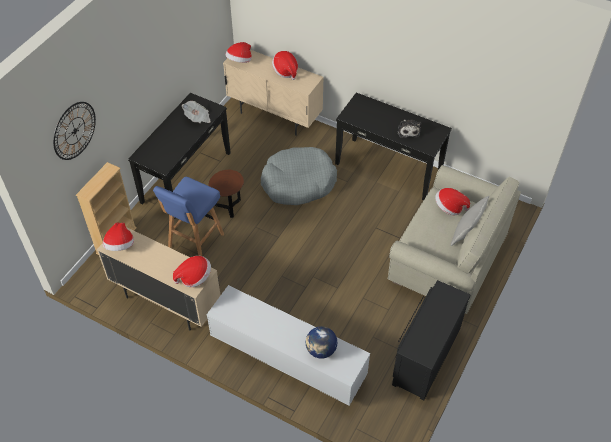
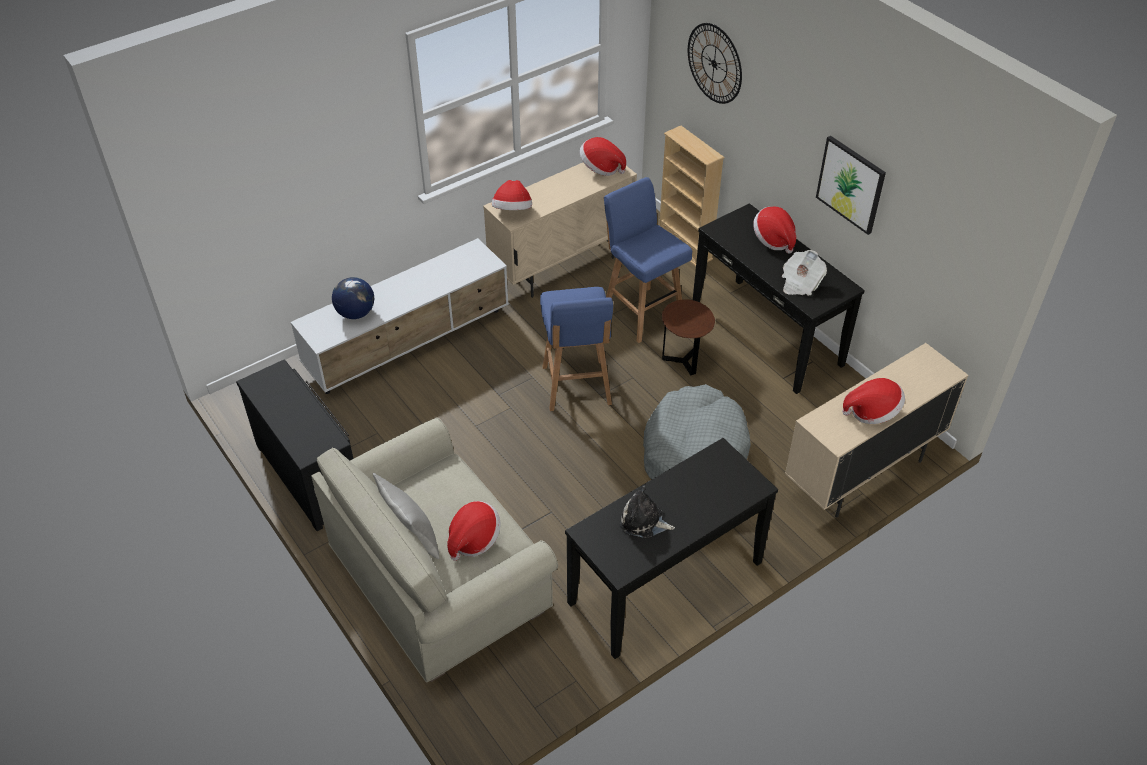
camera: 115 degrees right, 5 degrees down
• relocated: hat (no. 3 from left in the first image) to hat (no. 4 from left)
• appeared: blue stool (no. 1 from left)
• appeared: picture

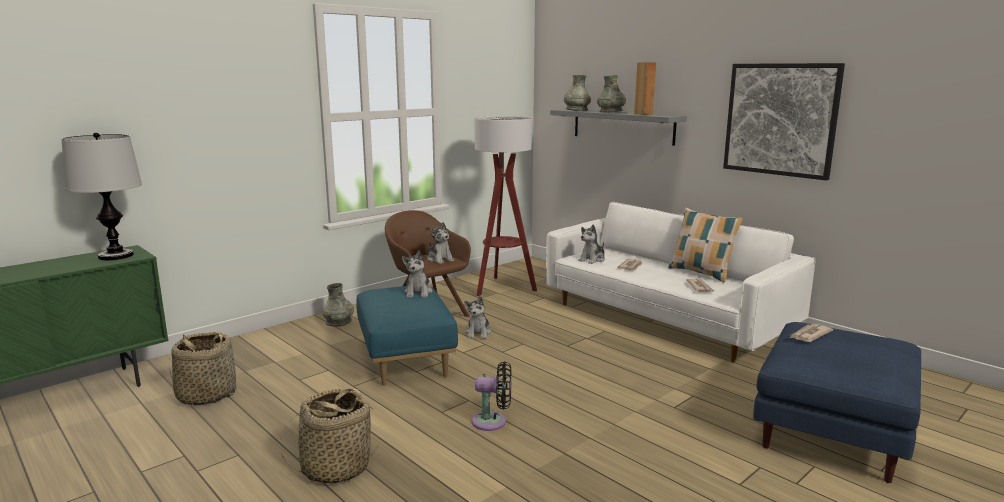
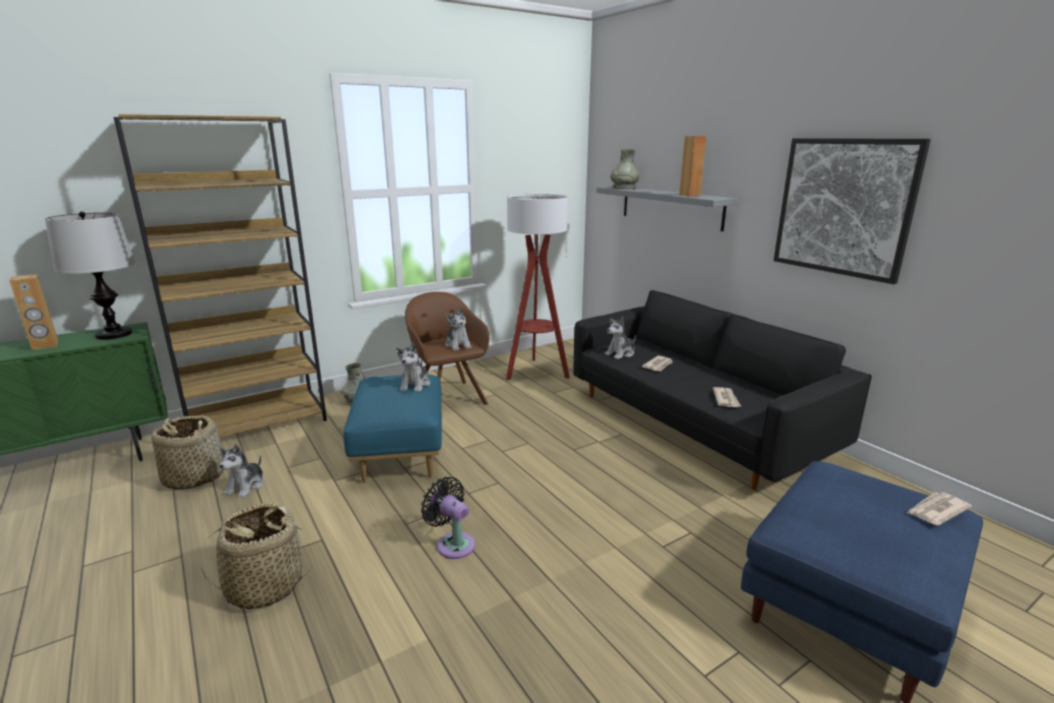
camera: 10 degrees right, 5 degrees up
• relocated: plush toy (no. 3 from left in the first image) to plush toy (no. 1 from left)
• spun: black fan 150 degrees counterclockwise
• colour: white sofa to black sofa
• missing: grey vase (no. 3 from left)
• missing: pillow
• relocated: newspaper (no. 3 from left)
• appeared: brown speaker (no. 1 from left)
• appeared: brown bookcase

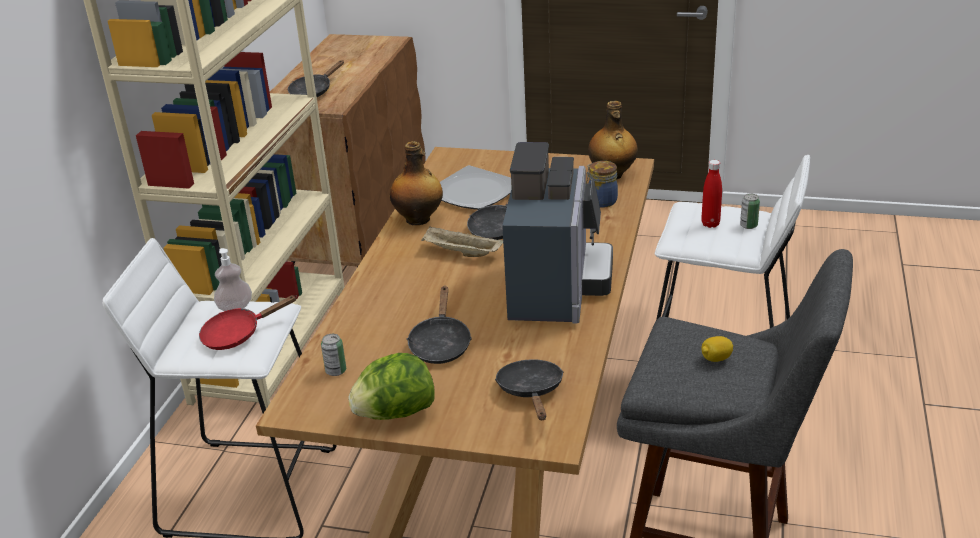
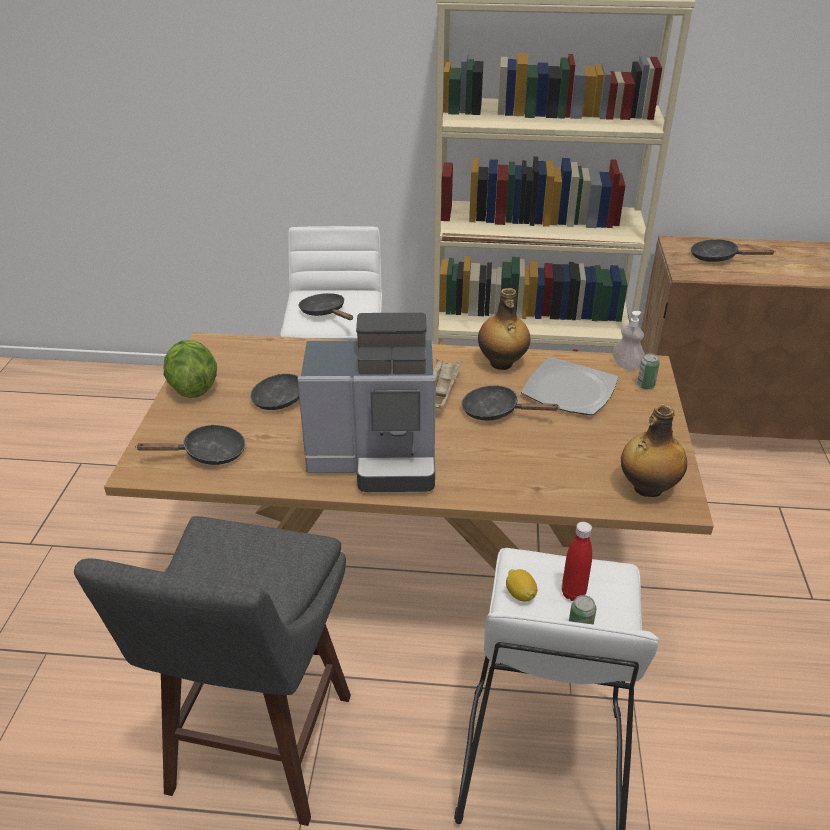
camera: 80 degrees right, 5 degrees up
• colour: red frying pan to black frying pan (no. 3 from left)
• relocated: soap dispenser
• relocated: can (no. 1 from left in the first image) to can (no. 2 from left)
• missing: jar
• relocated: lemon

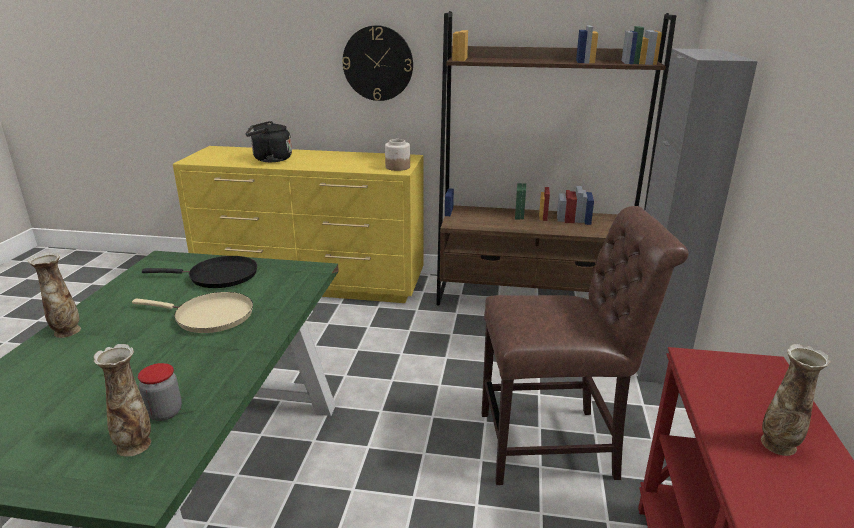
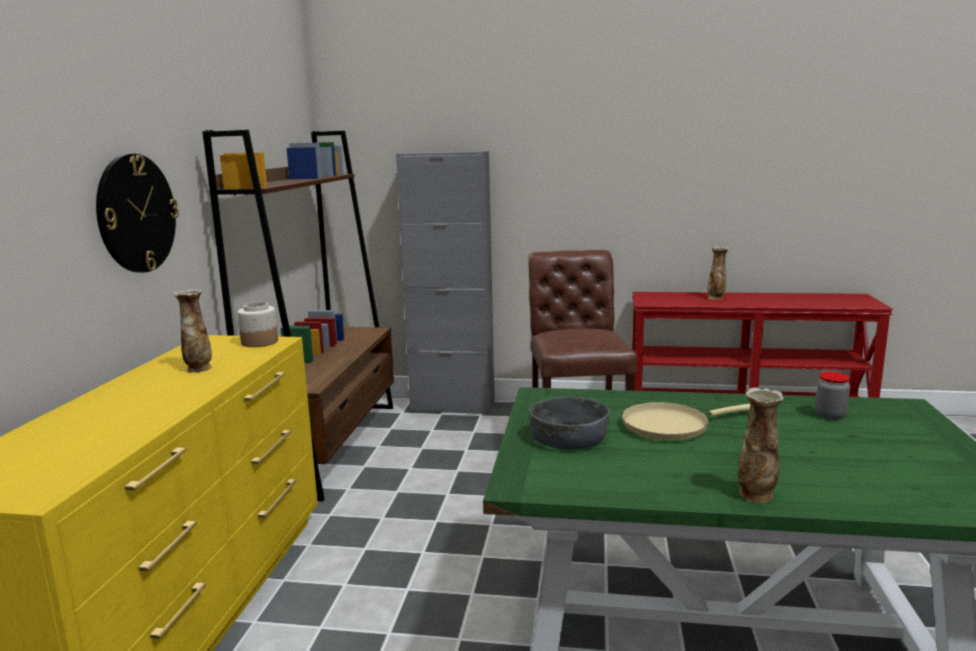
camera: 90 degrees left, 10 degrees down
• relocated: vase (no. 2 from left in the first image) to vase (no. 1 from left)
• spun: beige frying pan 120 degrees counterclockwise
• exchanged: black frying pan to grey bowl
• missing: black kettle

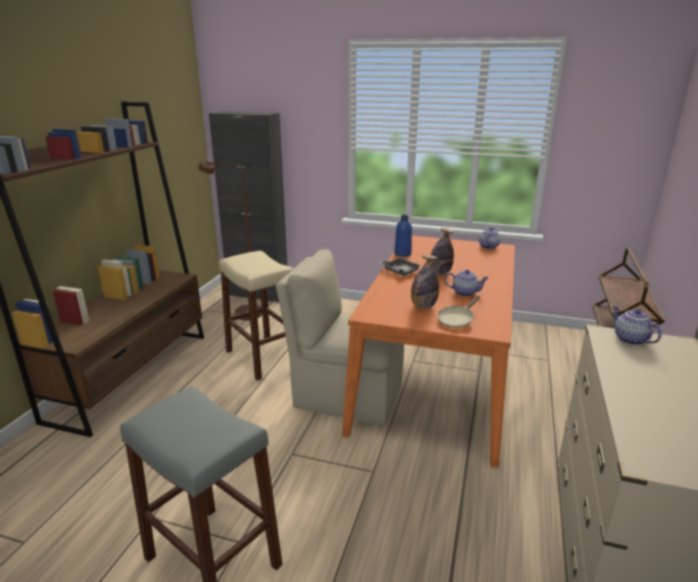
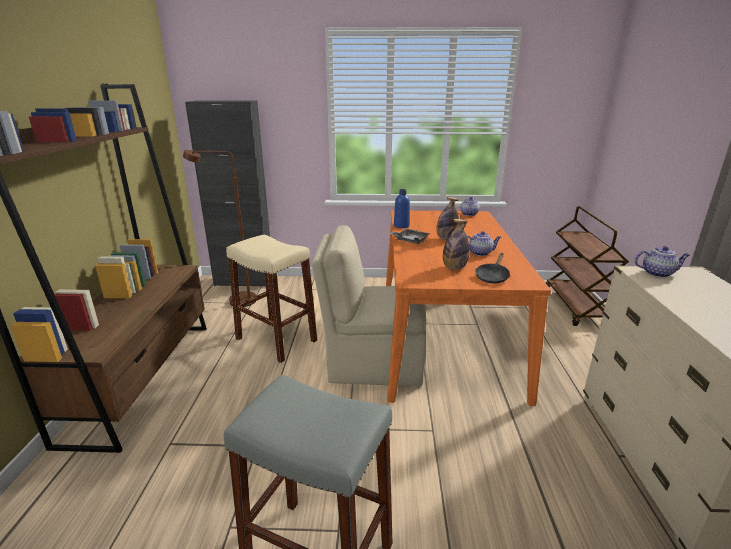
camera: 15 degrees left, 0 degrees up
• colour: beige frying pan to black frying pan
• spun: teapot (no. 3 from left) 135 degrees clockwise

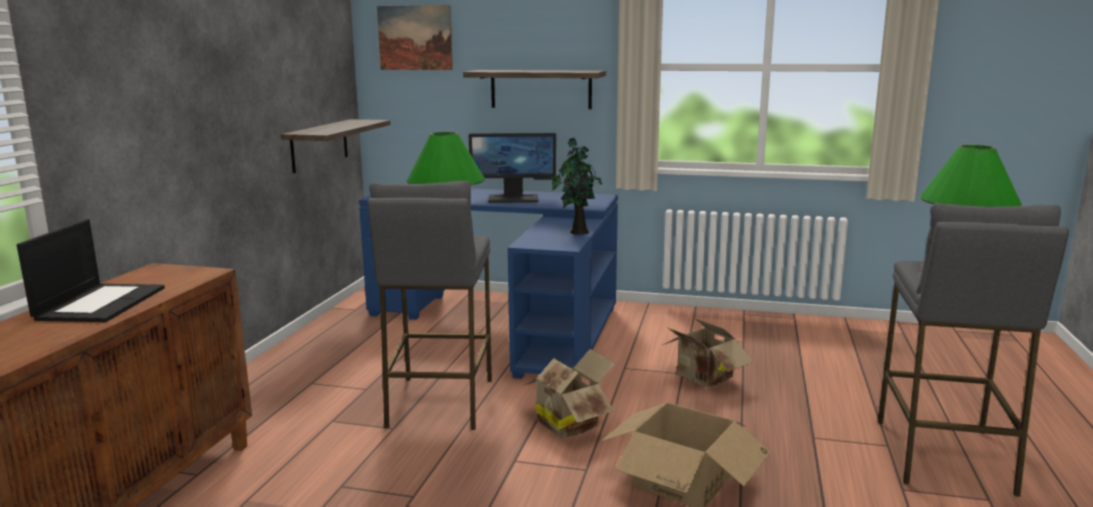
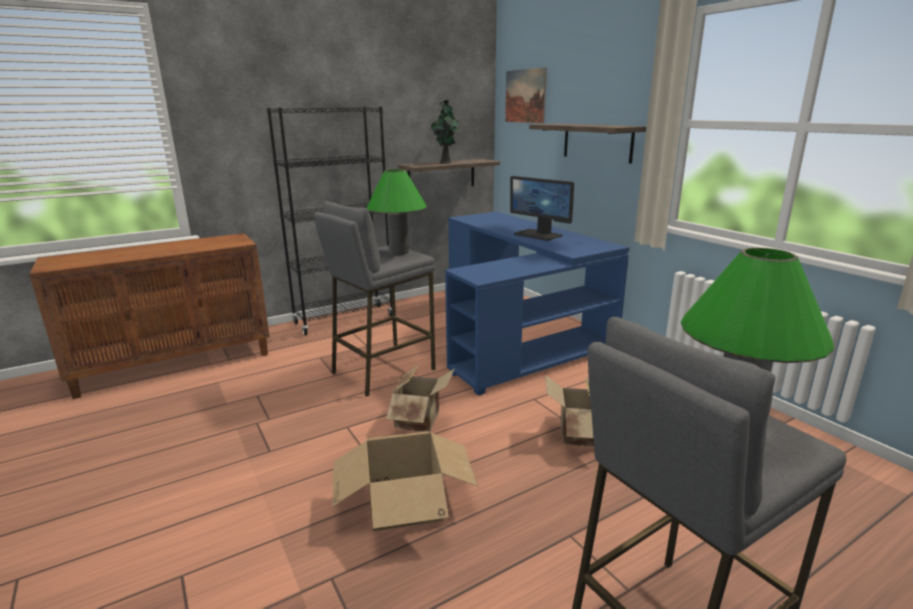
camera: 45 degrees right, 5 degrees up
• missing: laptop
• relocated: potted plant
• appeared: black bookcase

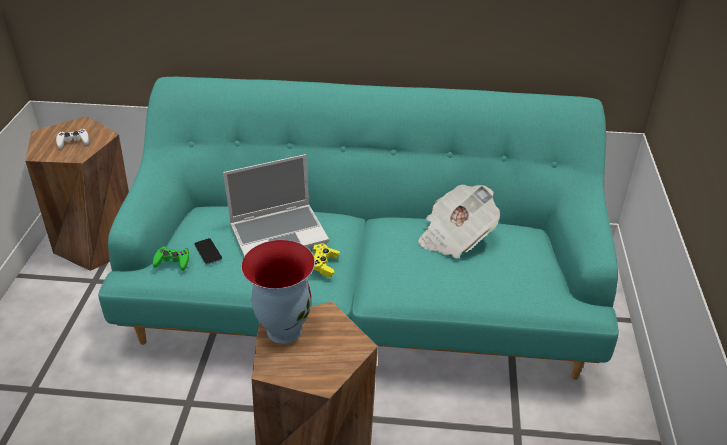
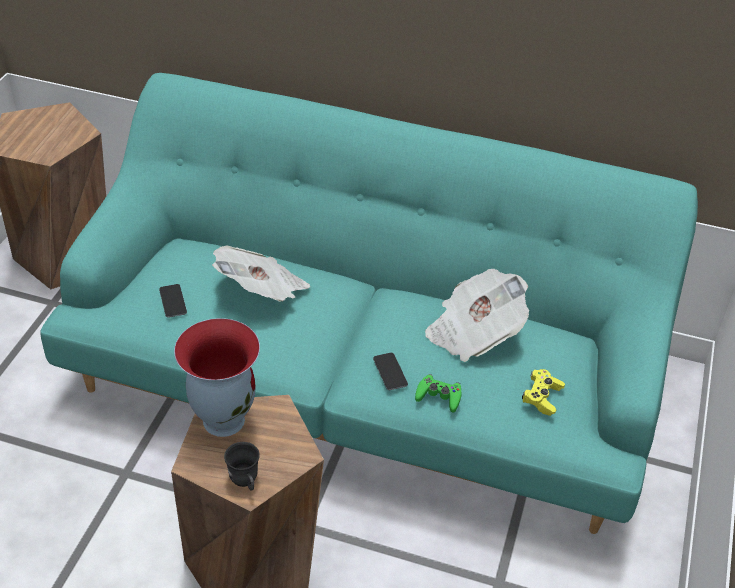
camera: 10 degrees right, 5 degrees up
• missing: white game controller
• relocated: green game controller
• exchanged: laptop to newspaper (no. 1 from left)
• relocated: yellow game controller
• appeared: grey mug
• appeared: phone (no. 2 from left)

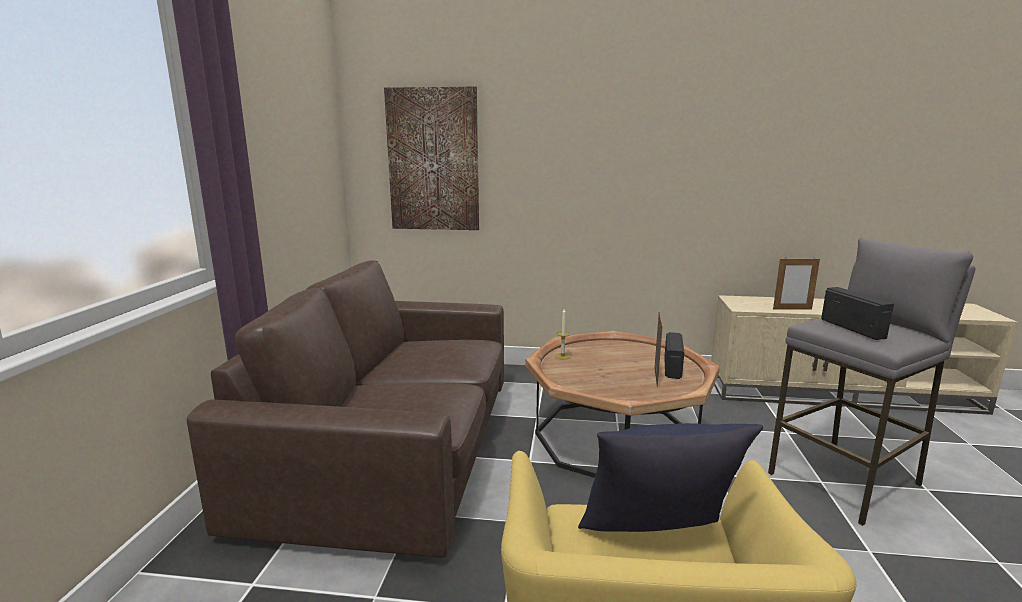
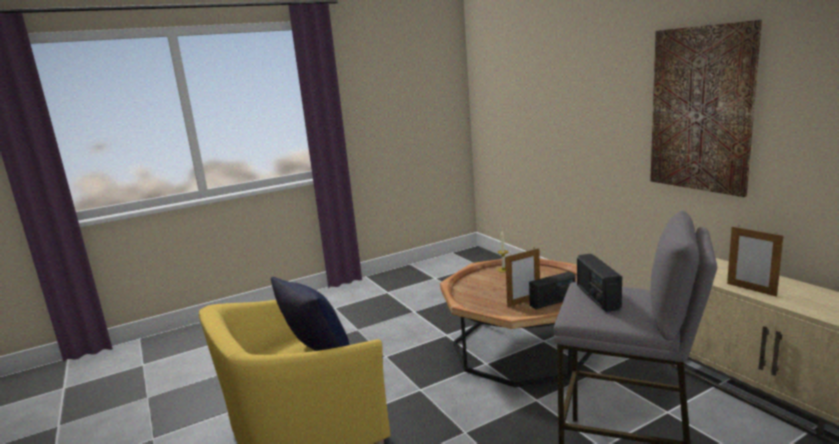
camera: 55 degrees right, 0 degrees up
• missing: brown sofa
• relocated: picture
• spun: radio (no. 2 from left) 135 degrees clockwise

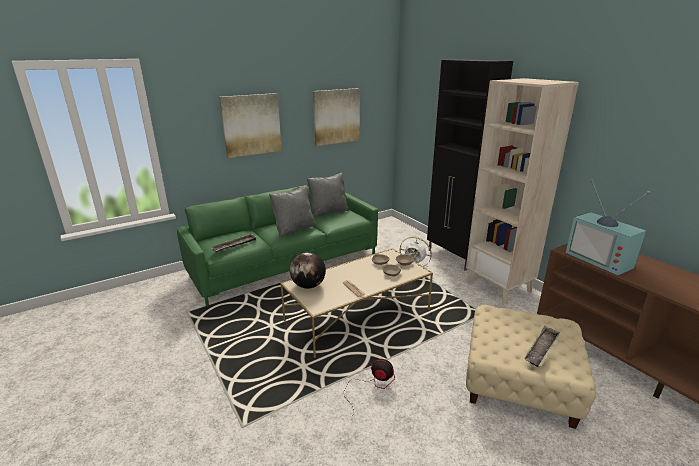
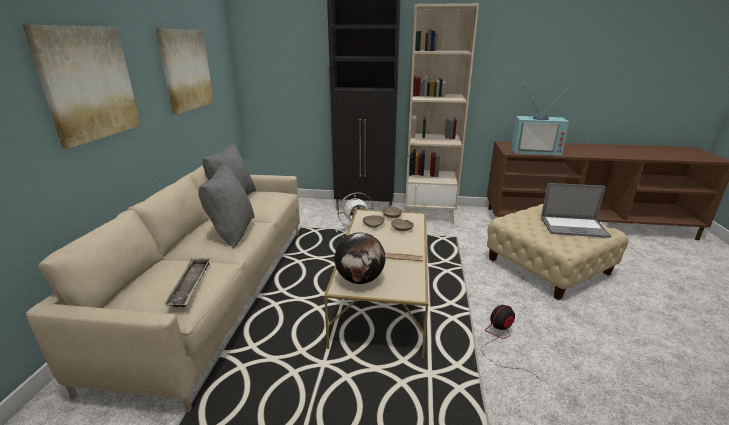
camera: 50 degrees left, 0 degrees up
• colour: green sofa to beige sofa
• exchanged: tray (no. 2 from left) to laptop

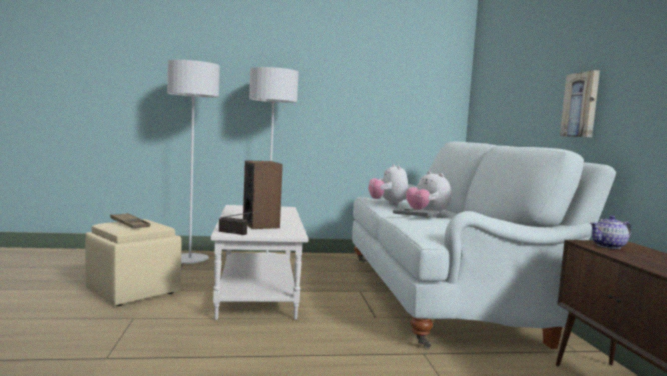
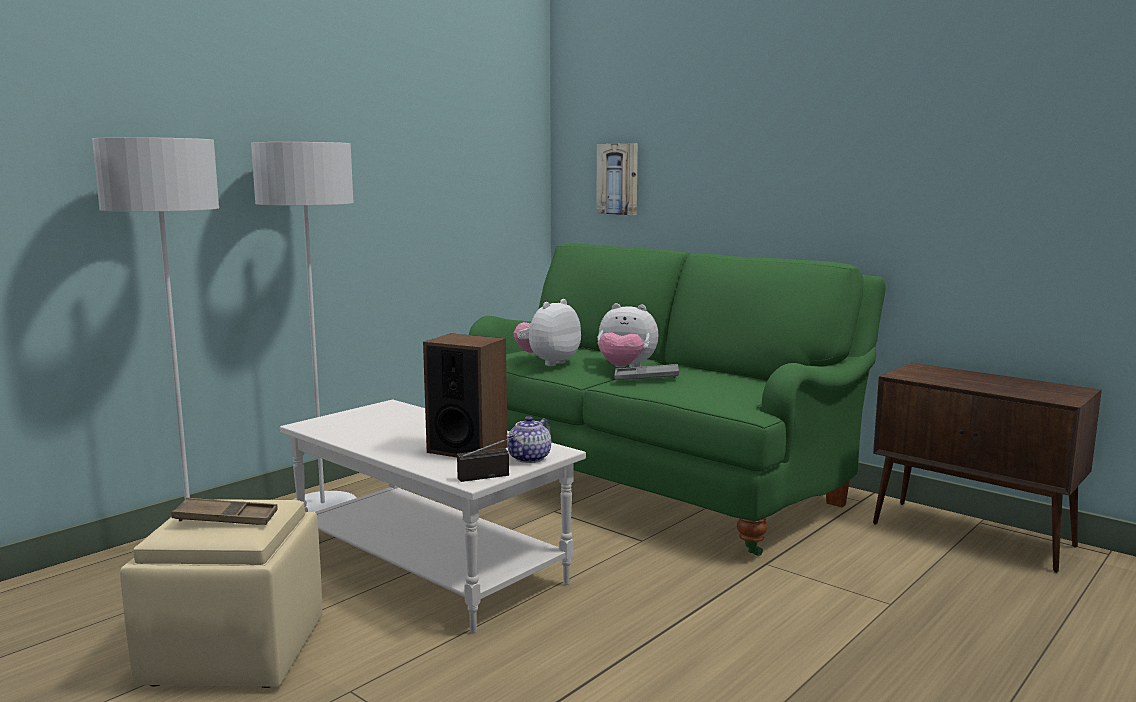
camera: 40 degrees left, 5 degrees up
• colour: white sofa to green sofa
• spun: plush toy (no. 1 from left) 90 degrees clockwise
• relocated: picture
• relocated: teapot

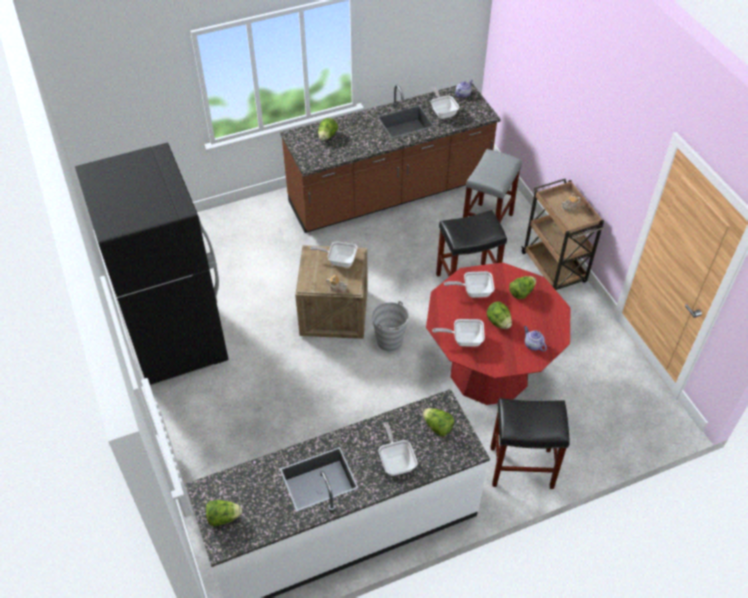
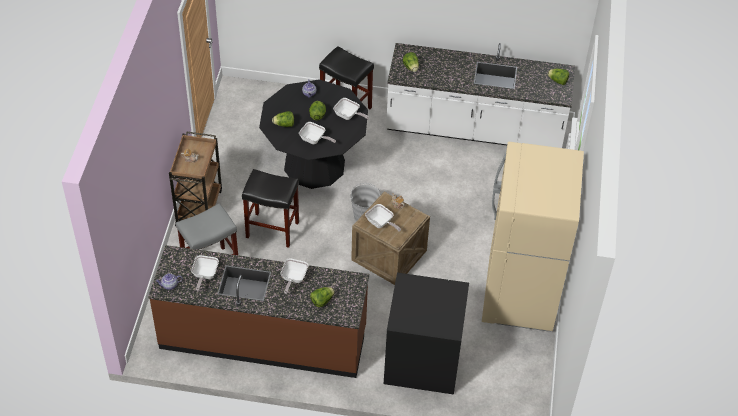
camera: 150 degrees left, 0 degrees up
• colour: black fridge to beige fridge
• relocated: frying pan (no. 2 from left)
• colour: red dining table to black dining table
• appeared: black washing machine

